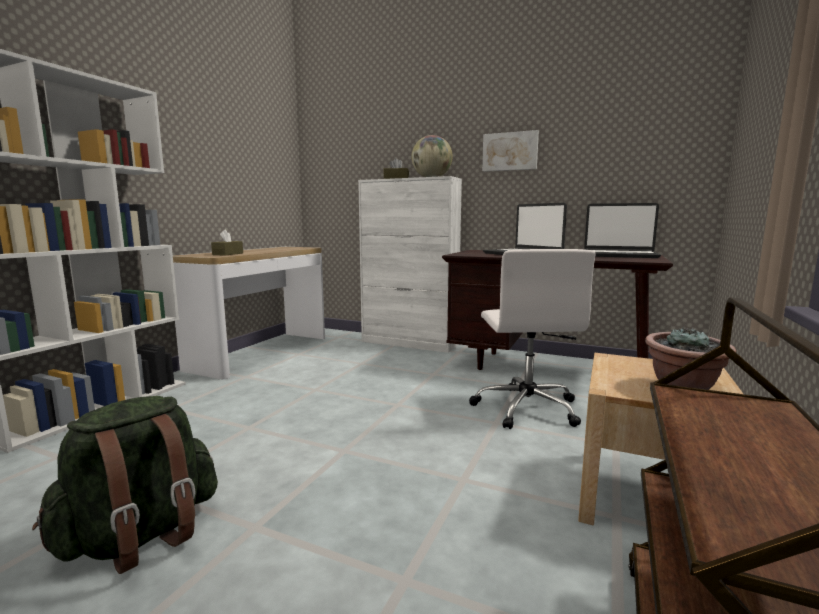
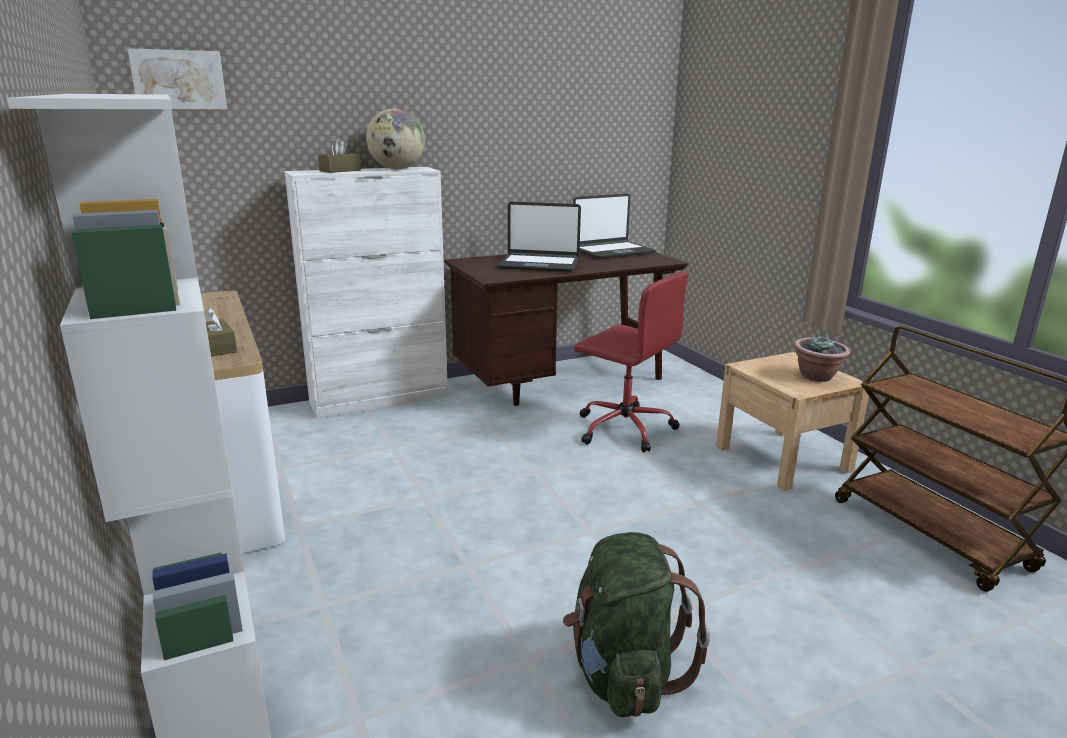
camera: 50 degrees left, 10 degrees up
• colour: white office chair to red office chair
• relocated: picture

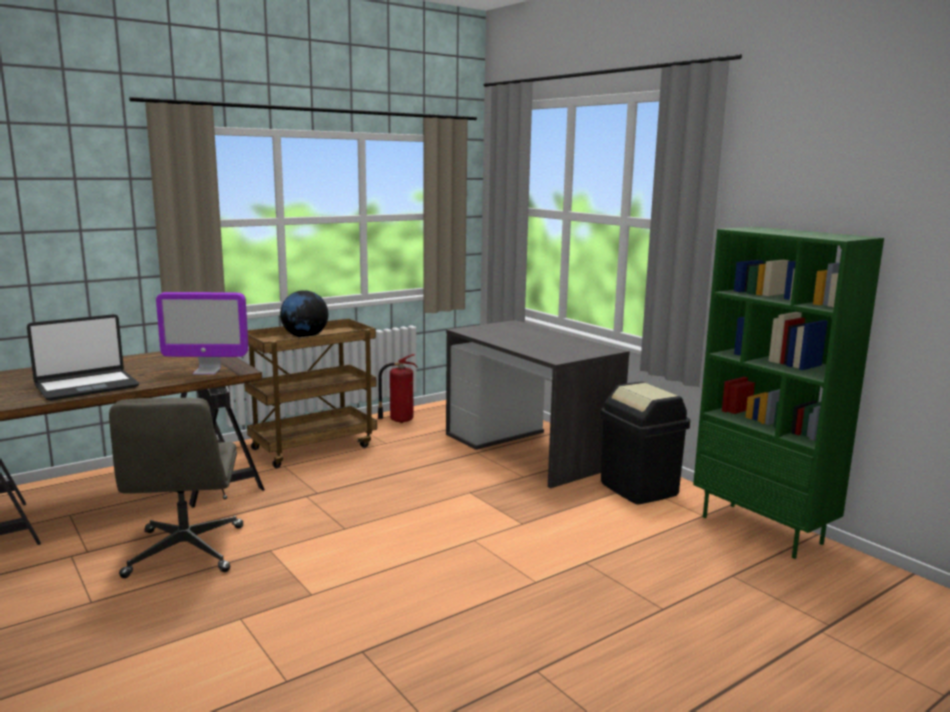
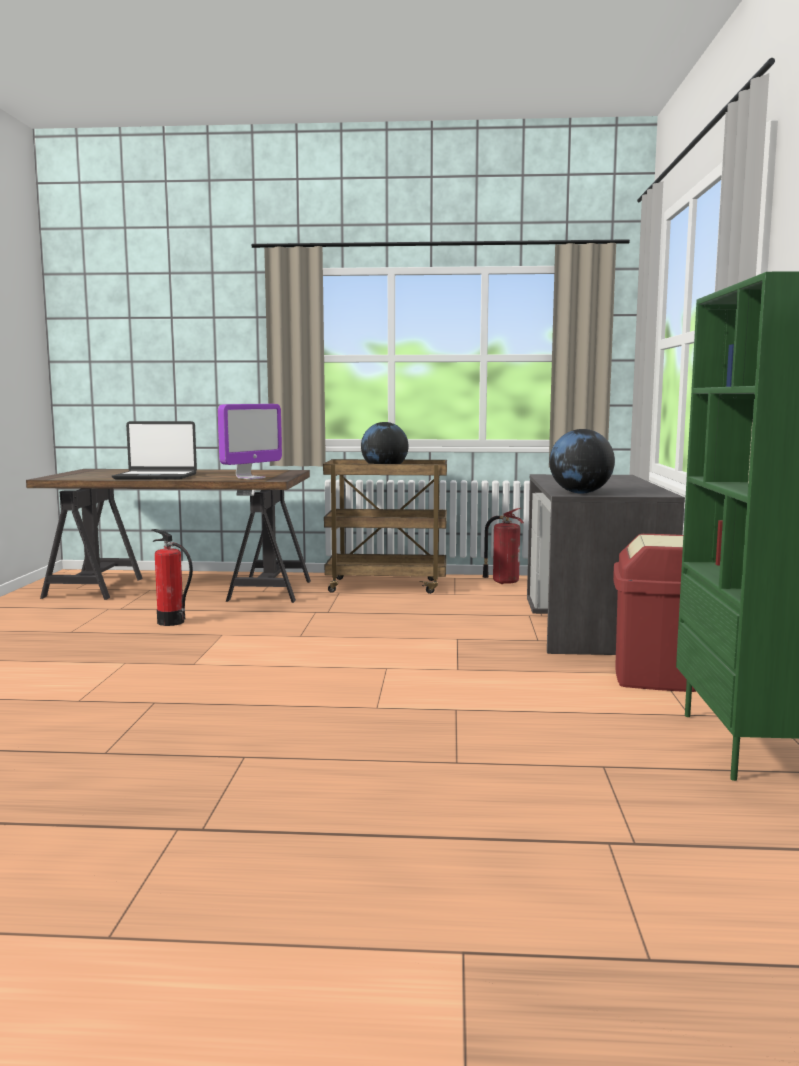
camera: 40 degrees right, 5 degrees down
• exchanged: grey office chair to fire extinguisher (no. 1 from left)
• spun: monitor 90 degrees counterclockwise
• colour: black trash can to red trash can
• appeared: globe (no. 2 from left)

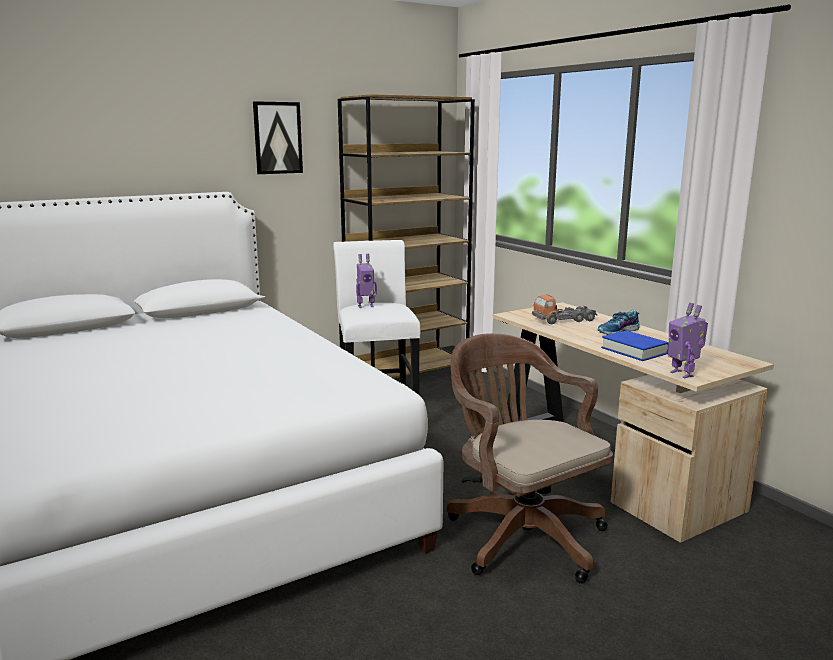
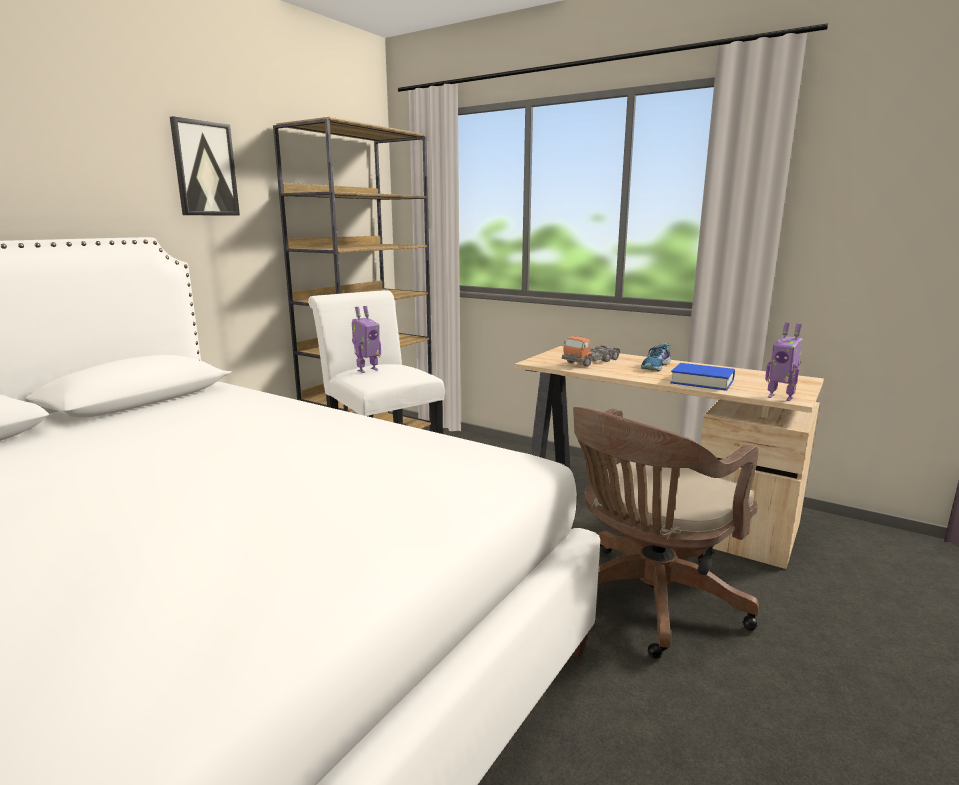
camera: 25 degrees left, 0 degrees up
• spun: brown office chair 75 degrees counterclockwise

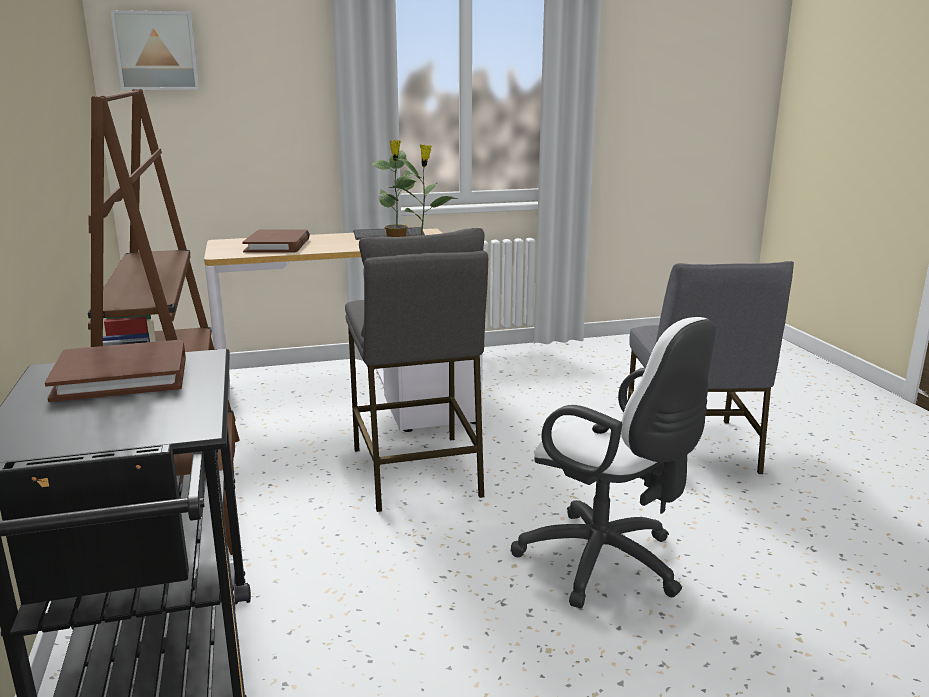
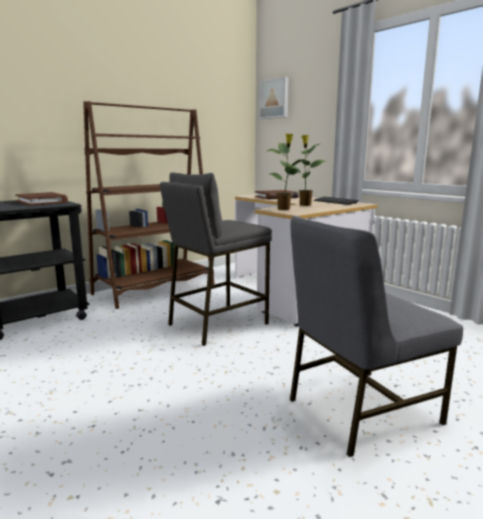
camera: 65 degrees right, 5 degrees down
• missing: white office chair

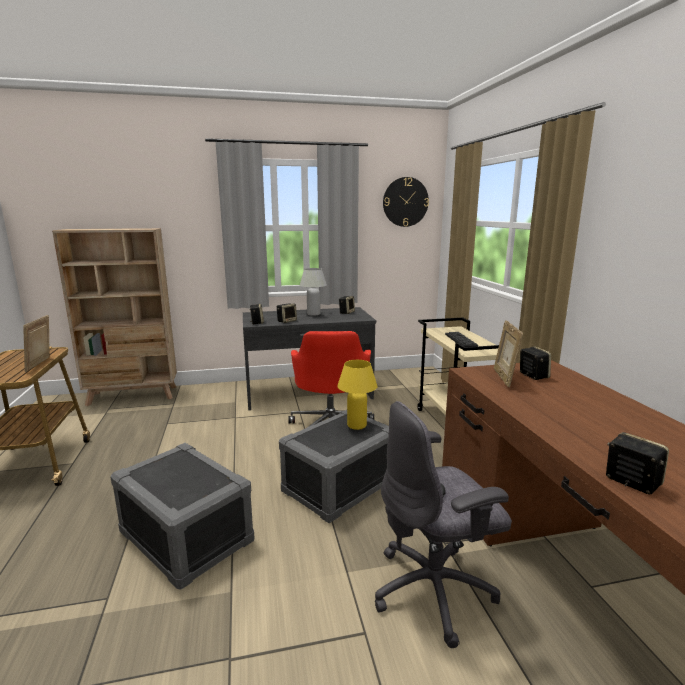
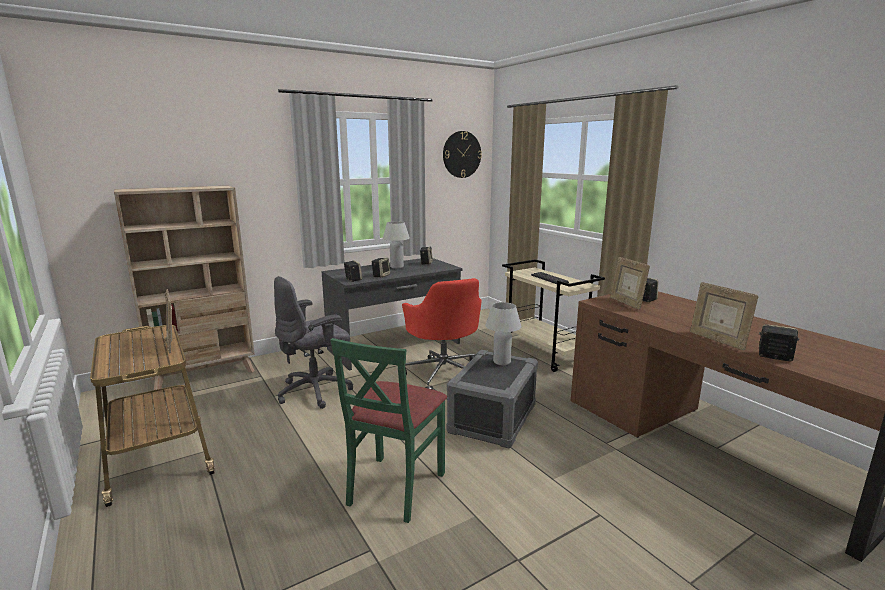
camera: 20 degrees left, 0 degrees up
• exchanged: grey storage box (no. 1 from left) to green chair
• colour: yellow table lamp to white table lamp (no. 2 from left)
• relocated: grey office chair
• appeared: picture frame (no. 3 from left)

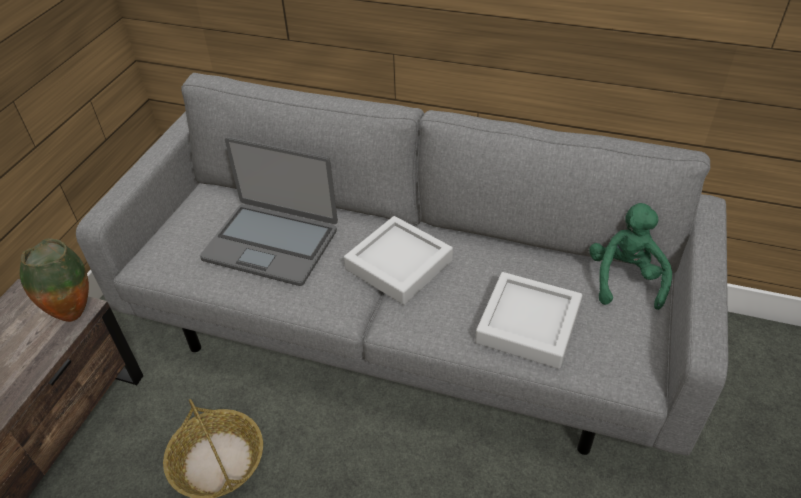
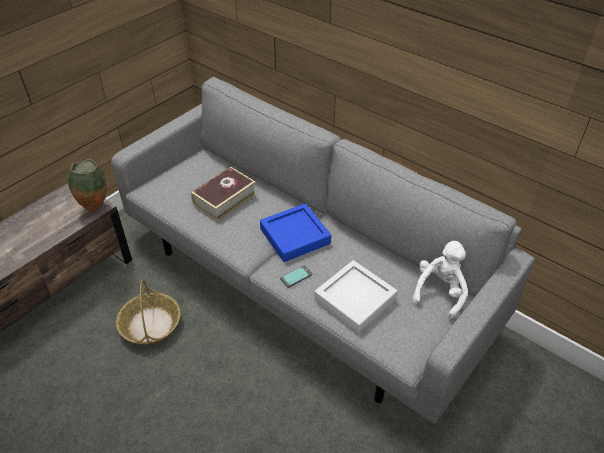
camera: 20 degrees right, 0 degrees up
• exchanged: laptop to book
• colour: grey tray (no. 1 from left) to blue tray
• colour: green plush toy to white plush toy
• appeared: phone

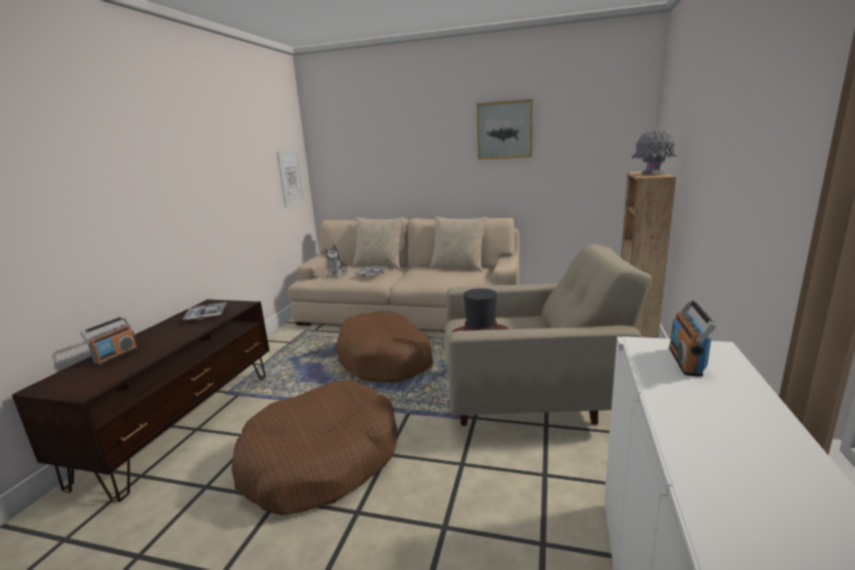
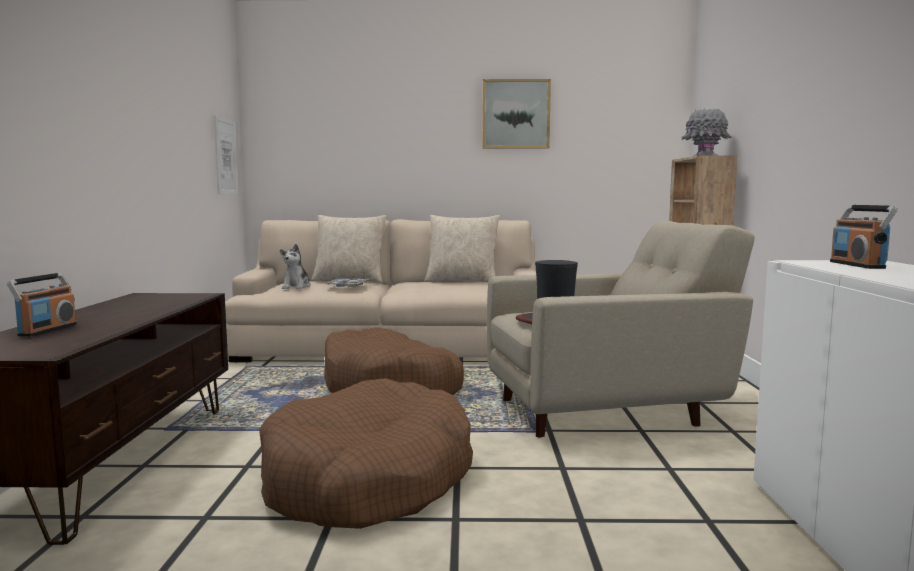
camera: 15 degrees left, 10 degrees down
• missing: tray (no. 1 from left)

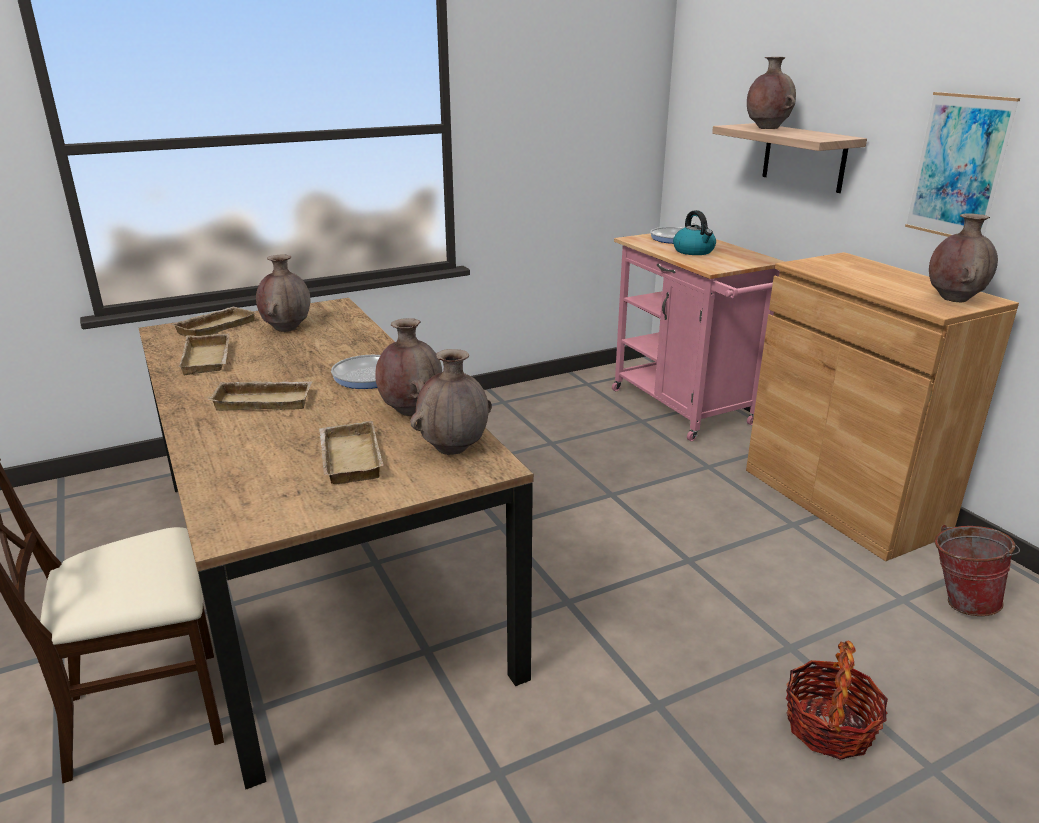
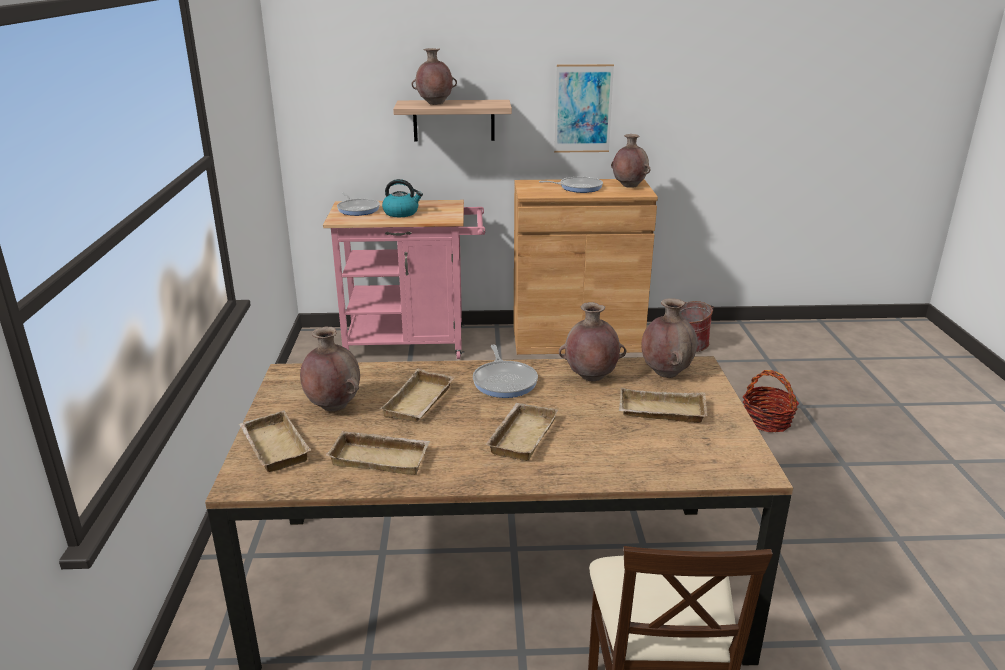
camera: 65 degrees left, 0 degrees up
• appeared: beige tray (no. 3 from left)
• appeared: frying pan (no. 3 from left)

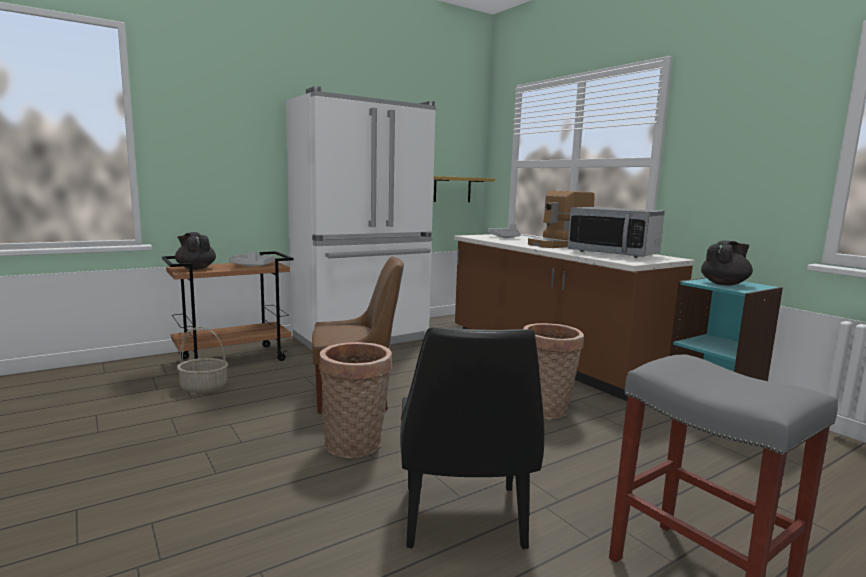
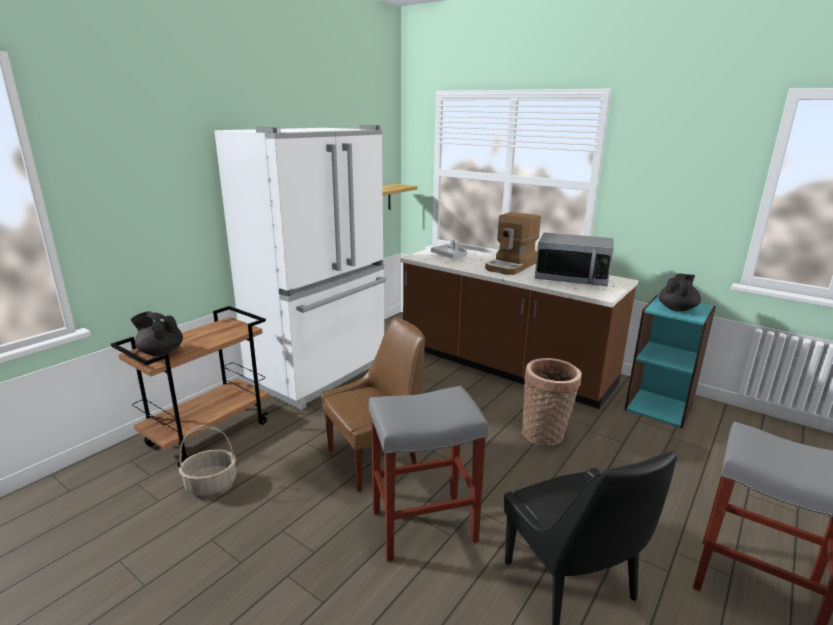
camera: 20 degrees left, 10 degrees up
• missing: grey tray (no. 1 from left)
• exchanged: basket (no. 2 from left) to grey stool (no. 1 from left)

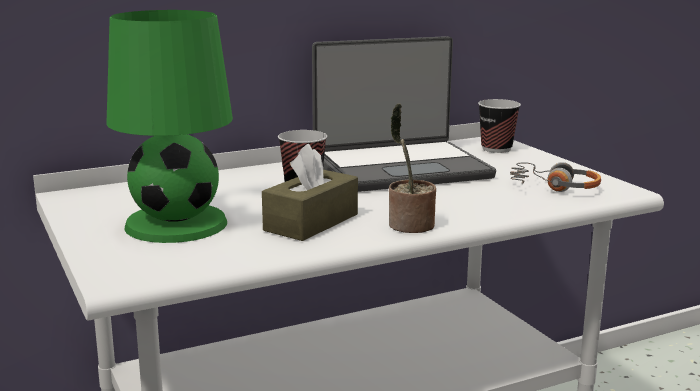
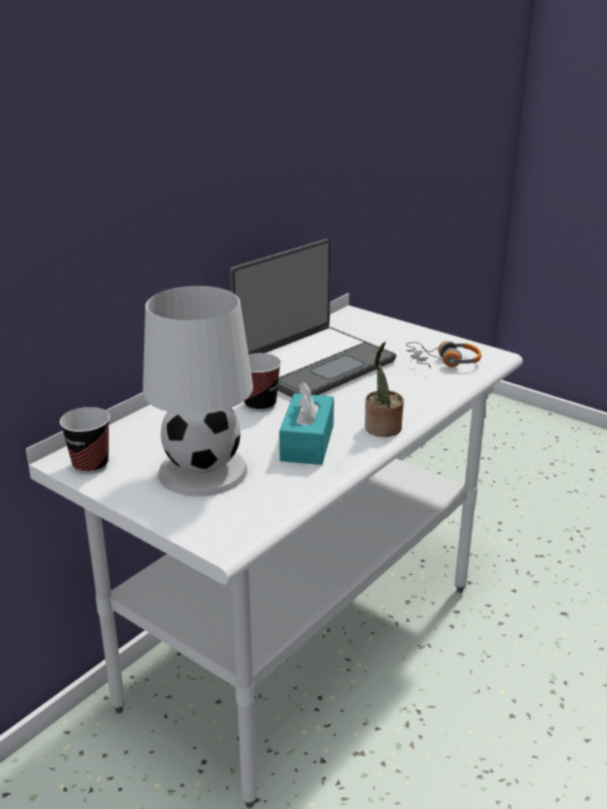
camera: 25 degrees left, 10 degrees up
• colour: green table lamp to white table lamp
• colour: brown tissue box to turquoise tissue box
• relocated: cup (no. 2 from left in the first image) to cup (no. 1 from left)

